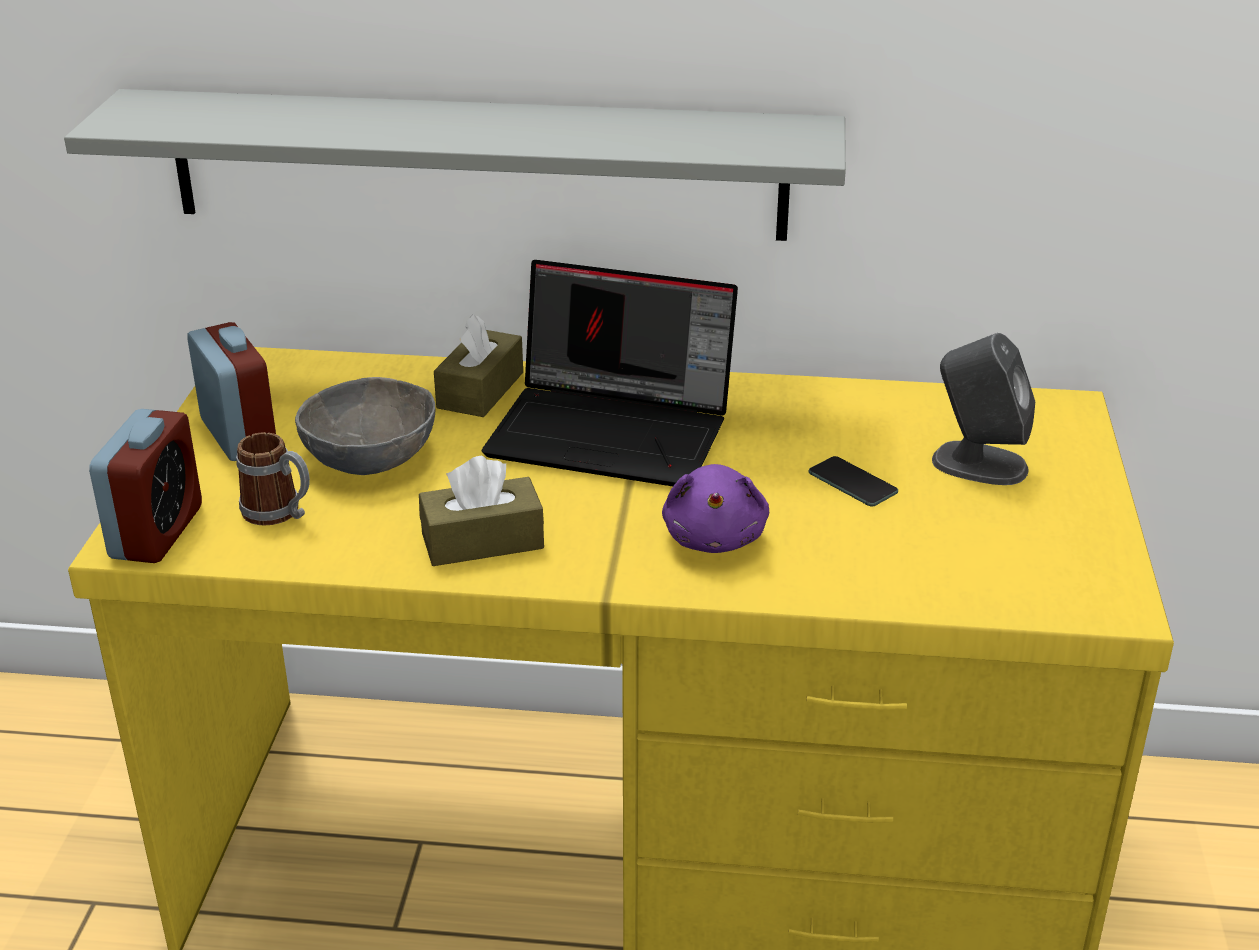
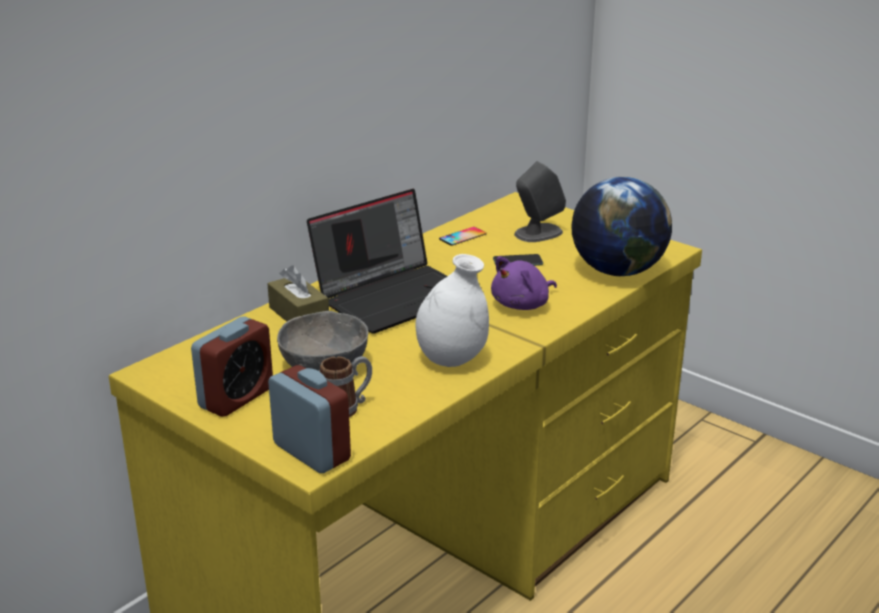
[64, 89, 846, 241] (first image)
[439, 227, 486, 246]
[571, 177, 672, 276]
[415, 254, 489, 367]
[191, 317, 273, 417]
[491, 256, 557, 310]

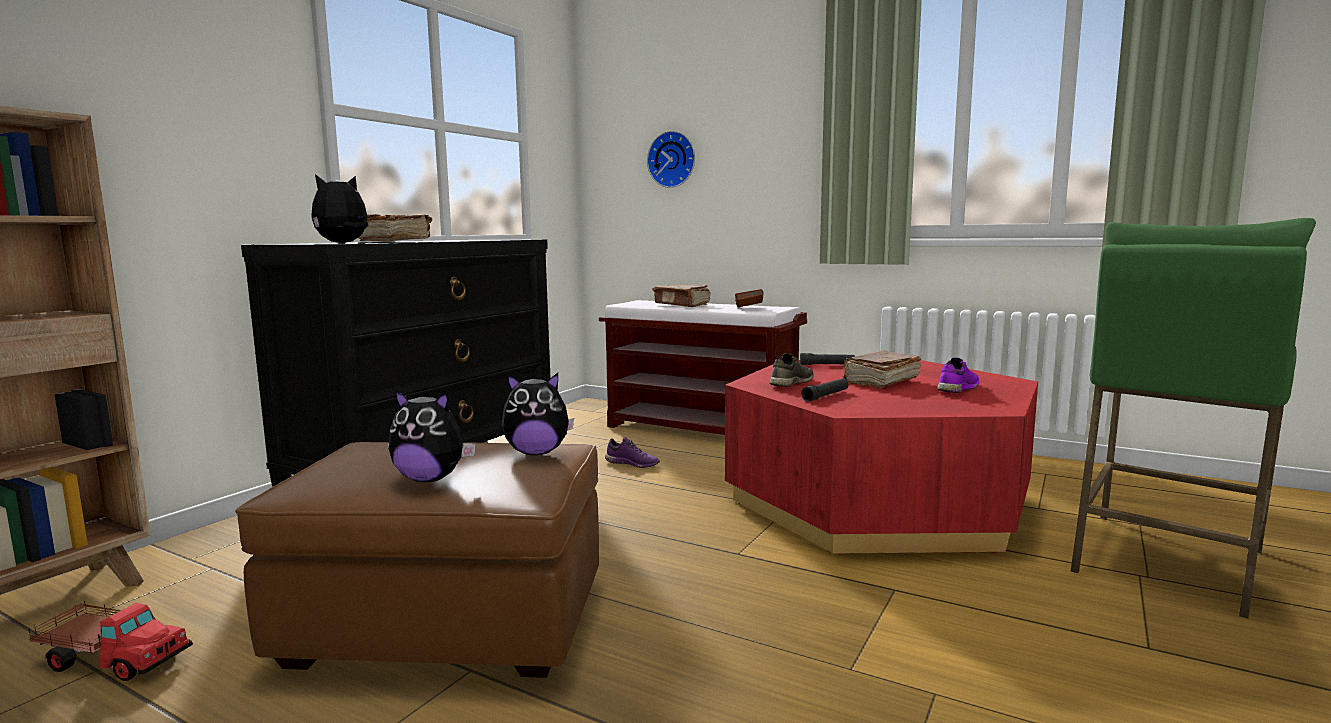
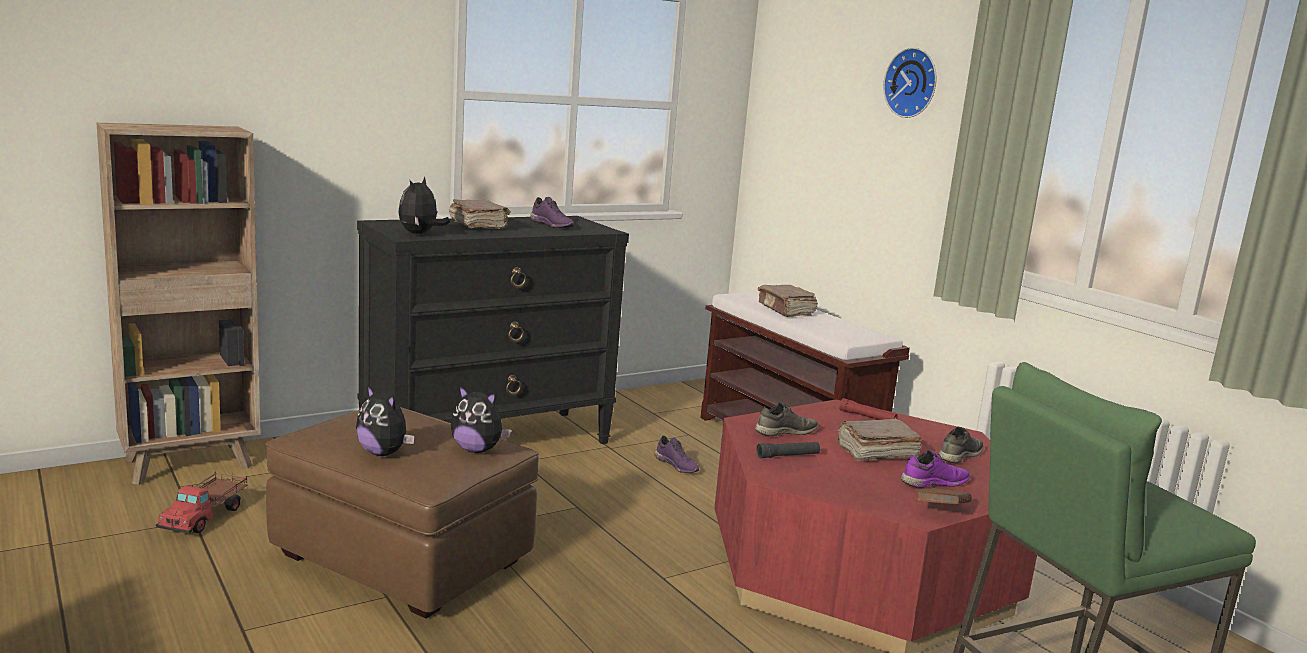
[530, 197, 575, 228]
[938, 427, 983, 463]
[883, 47, 937, 118]
[916, 488, 972, 504]
[839, 398, 897, 420]
[156, 473, 248, 534]
[398, 177, 450, 234]

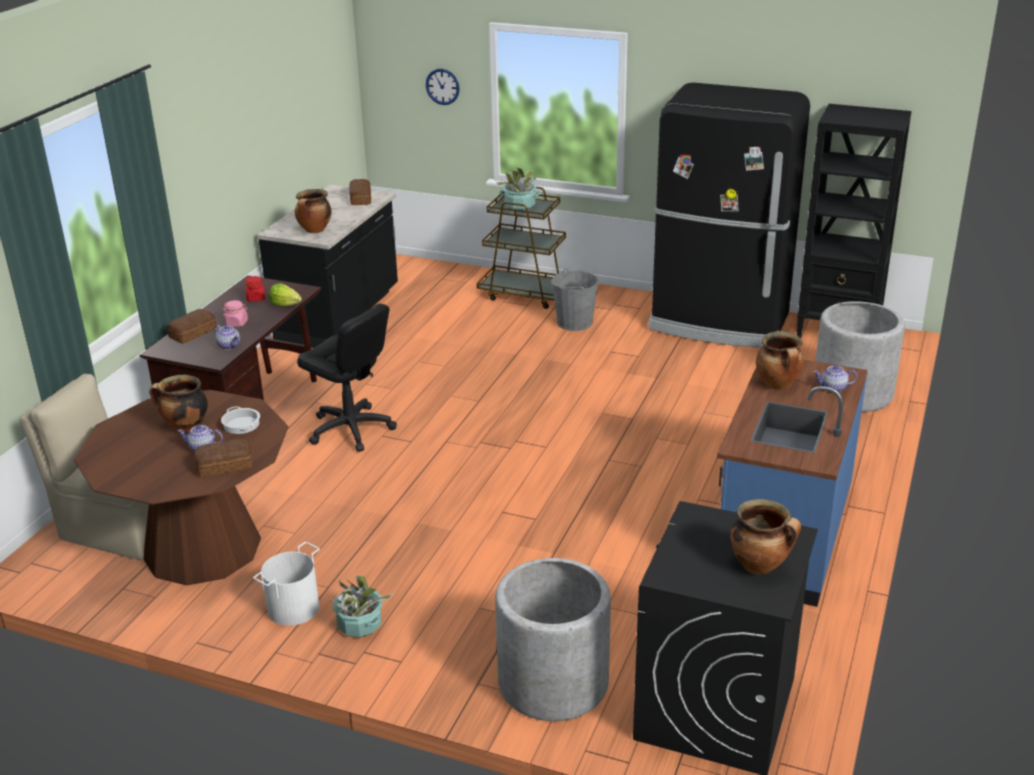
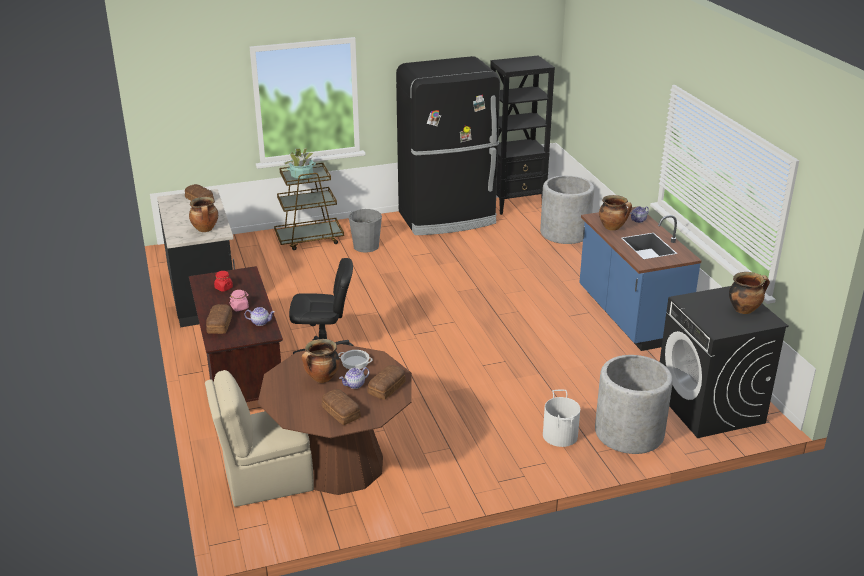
[269, 283, 302, 306] (first image)
[332, 575, 395, 638] (first image)
[426, 69, 460, 105] (first image)
[322, 389, 361, 425]
[543, 390, 580, 447]

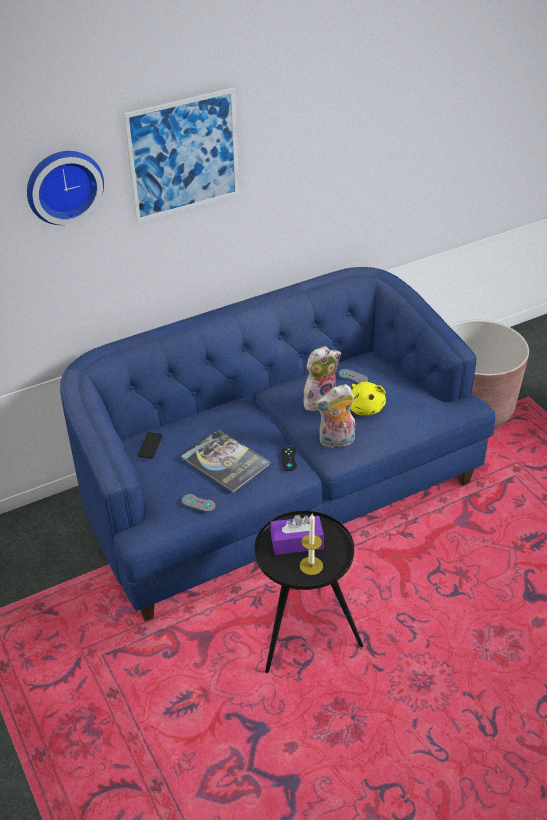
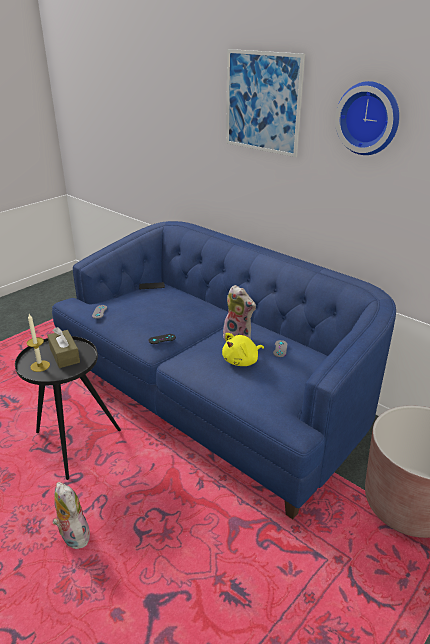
[181, 430, 271, 493] (first image)
[335, 81, 399, 155]
[53, 482, 90, 549]
[47, 327, 80, 368]

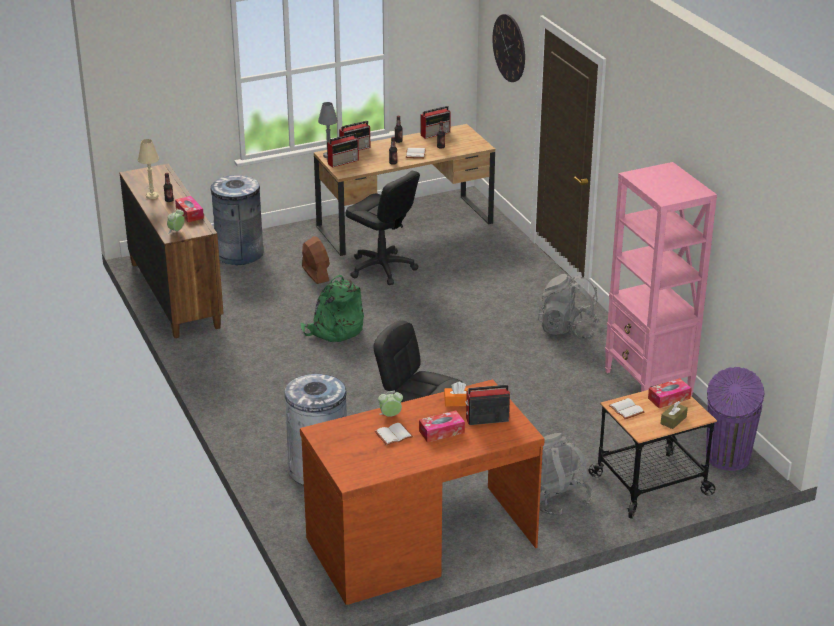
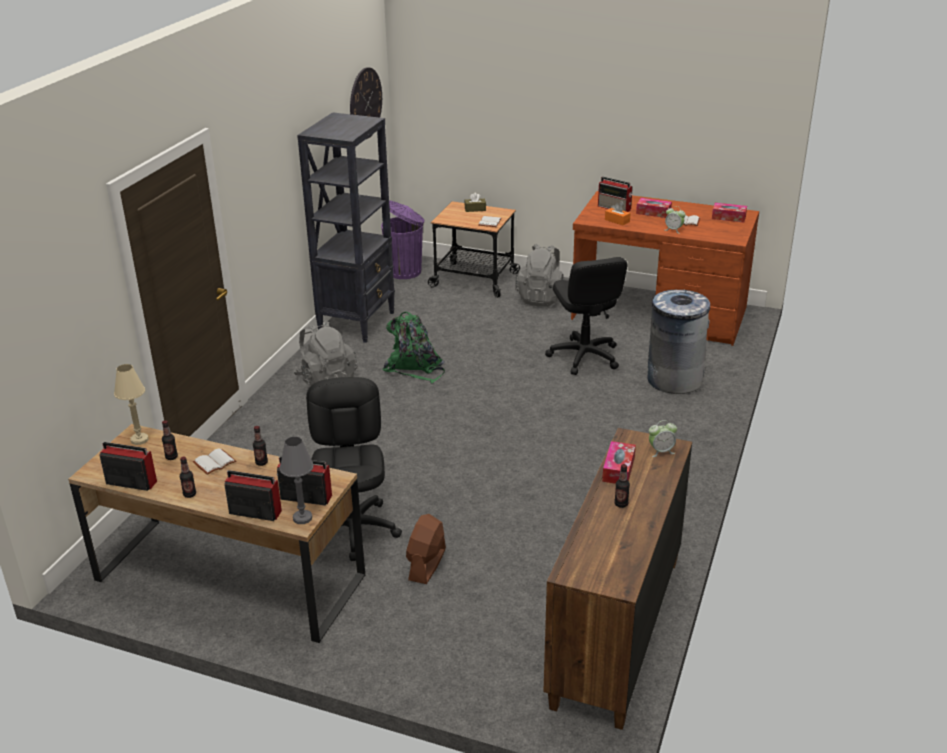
[210, 175, 263, 265] (first image)
[114, 364, 148, 445]
[383, 312, 445, 383]
[350, 67, 382, 139]
[712, 203, 747, 222]
[297, 112, 395, 343]

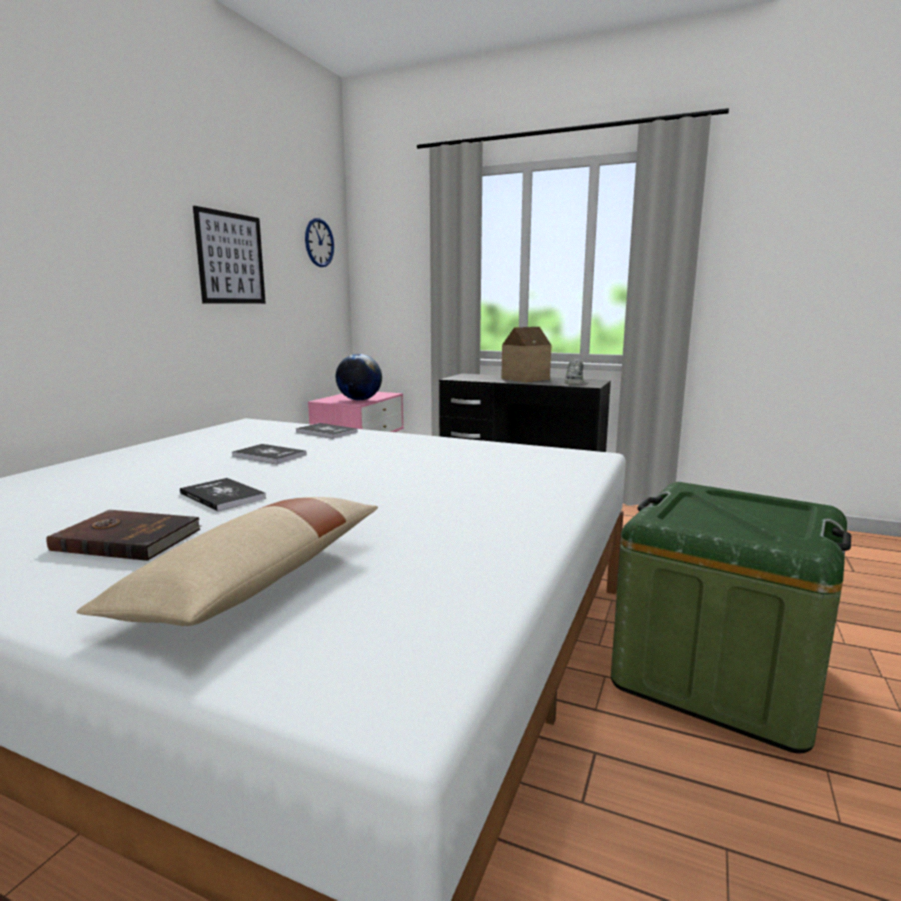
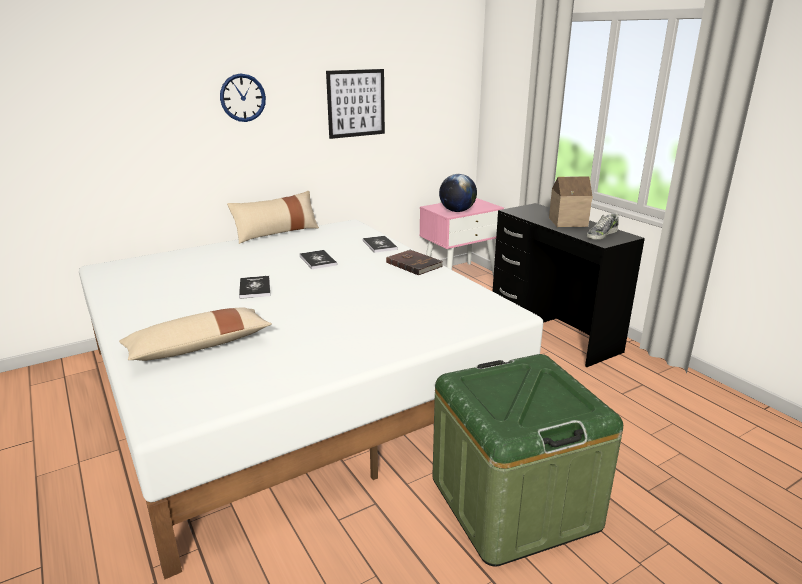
[227, 191, 319, 244]
[386, 250, 443, 275]
[220, 73, 266, 122]

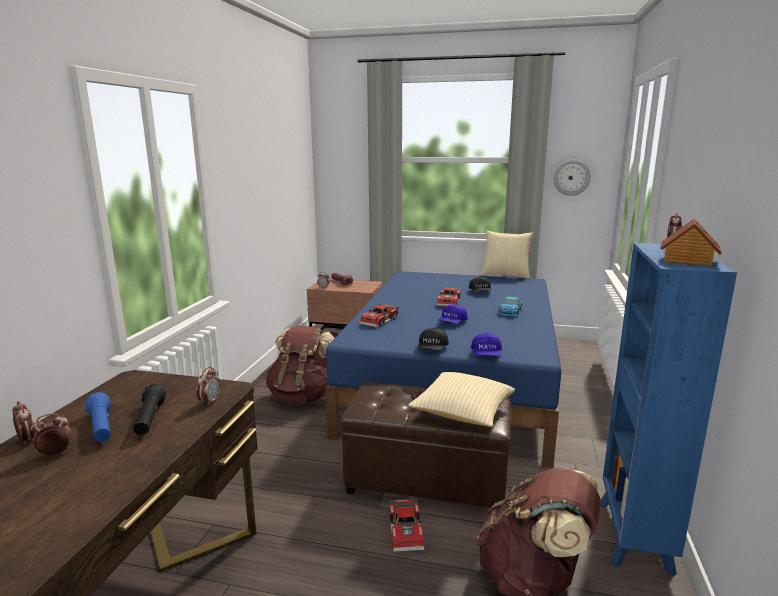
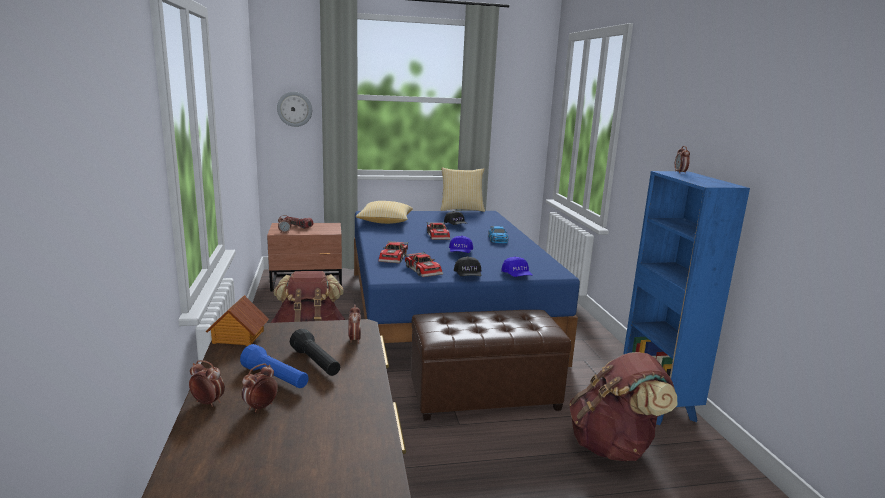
[404, 252, 443, 277]
[356, 201, 413, 224]
[277, 92, 312, 127]
[206, 295, 269, 346]

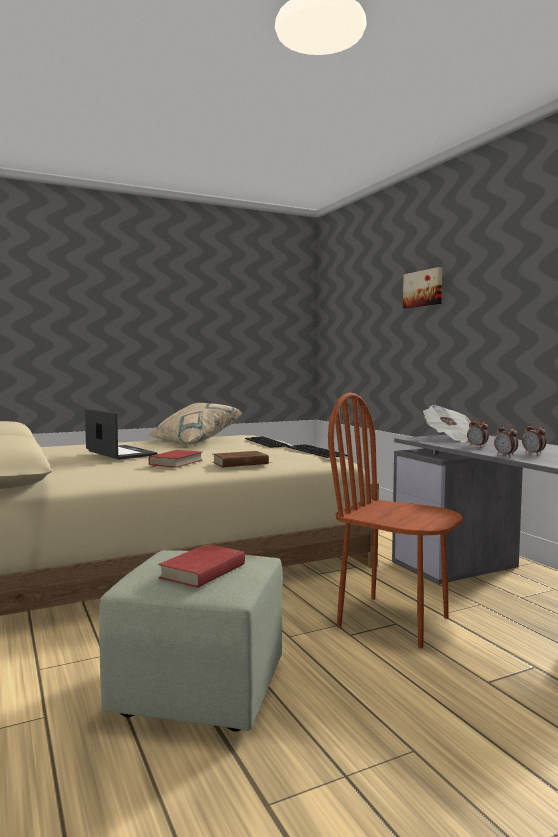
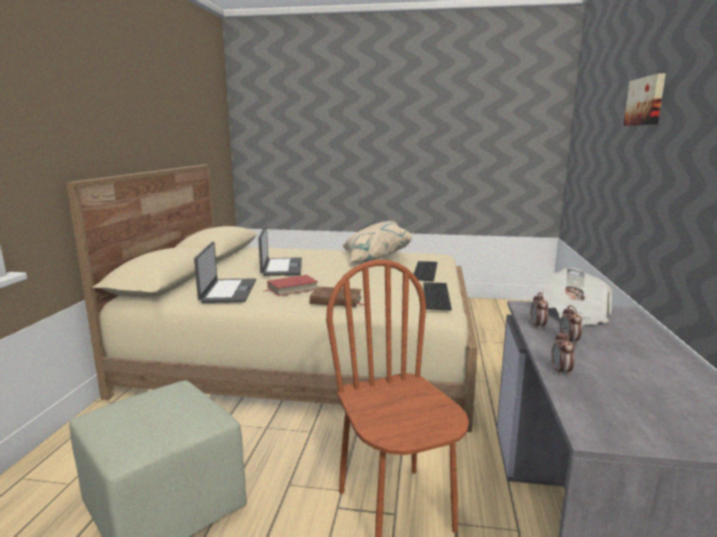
[158, 544, 245, 588] (first image)
[194, 242, 256, 303]
[531, 292, 548, 329]

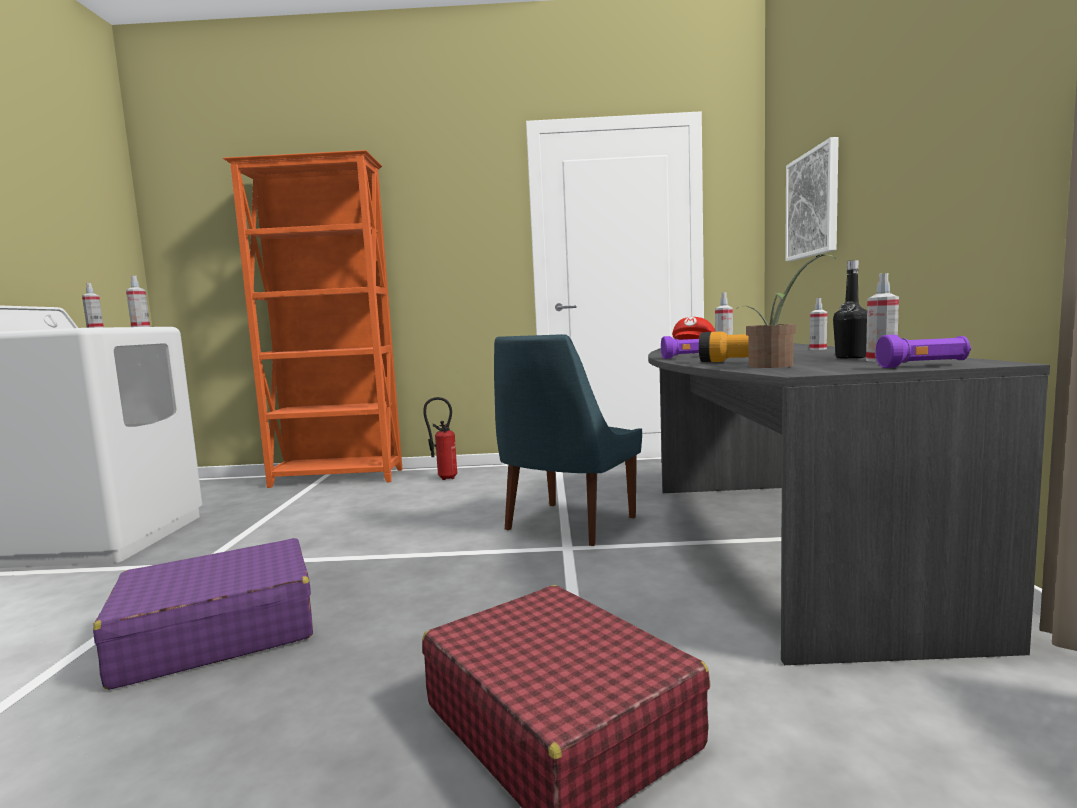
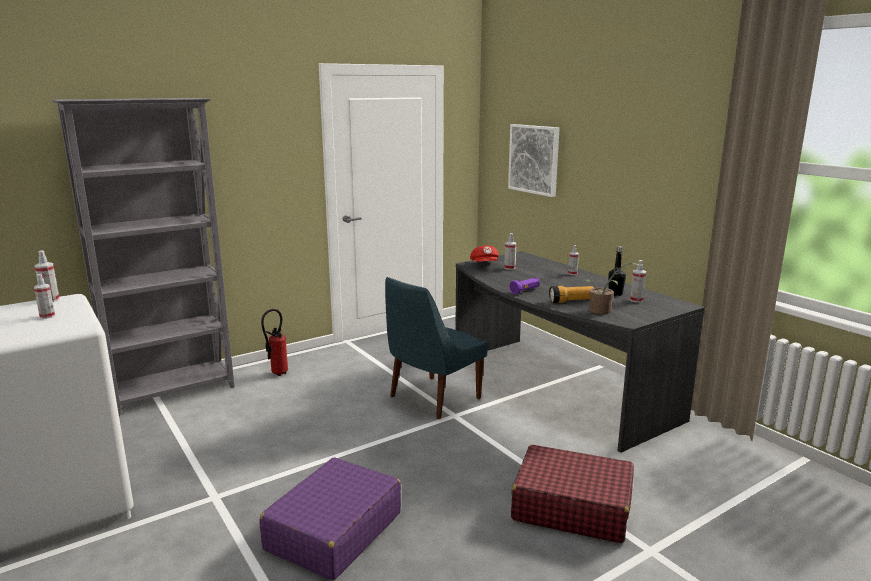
[876, 335, 971, 368] (first image)
[51, 98, 235, 416]
[385, 277, 488, 419]

